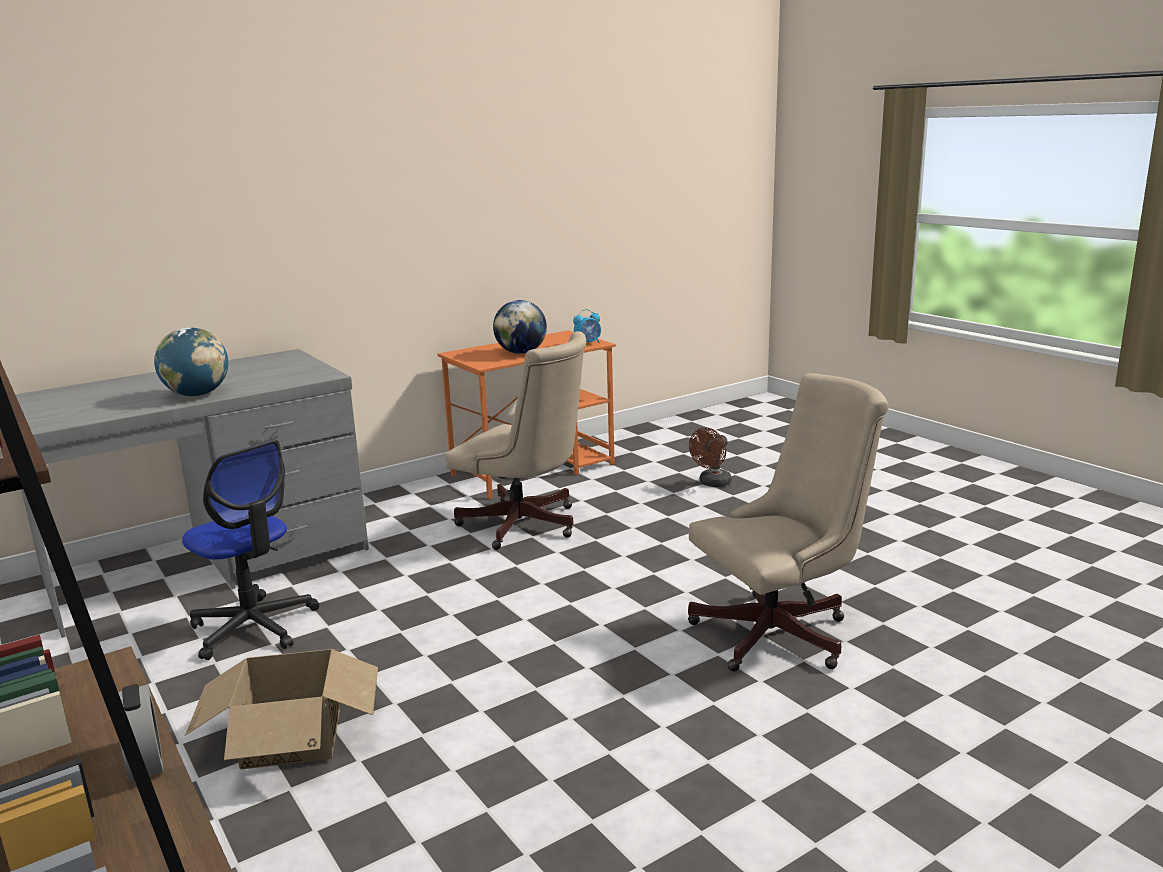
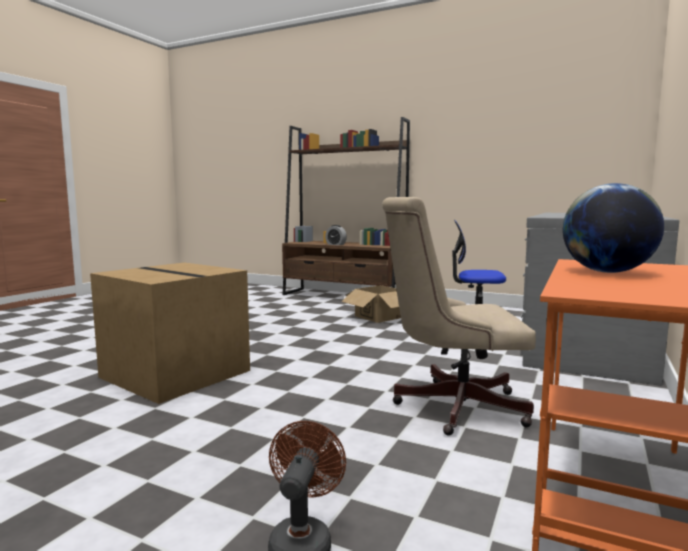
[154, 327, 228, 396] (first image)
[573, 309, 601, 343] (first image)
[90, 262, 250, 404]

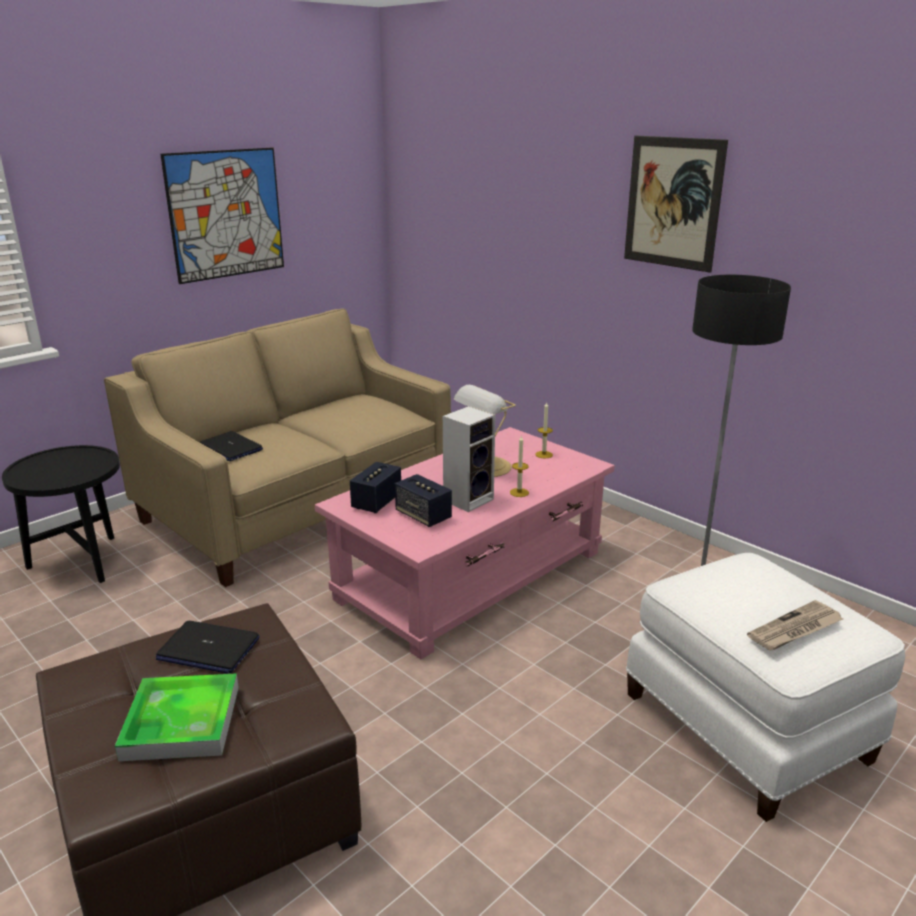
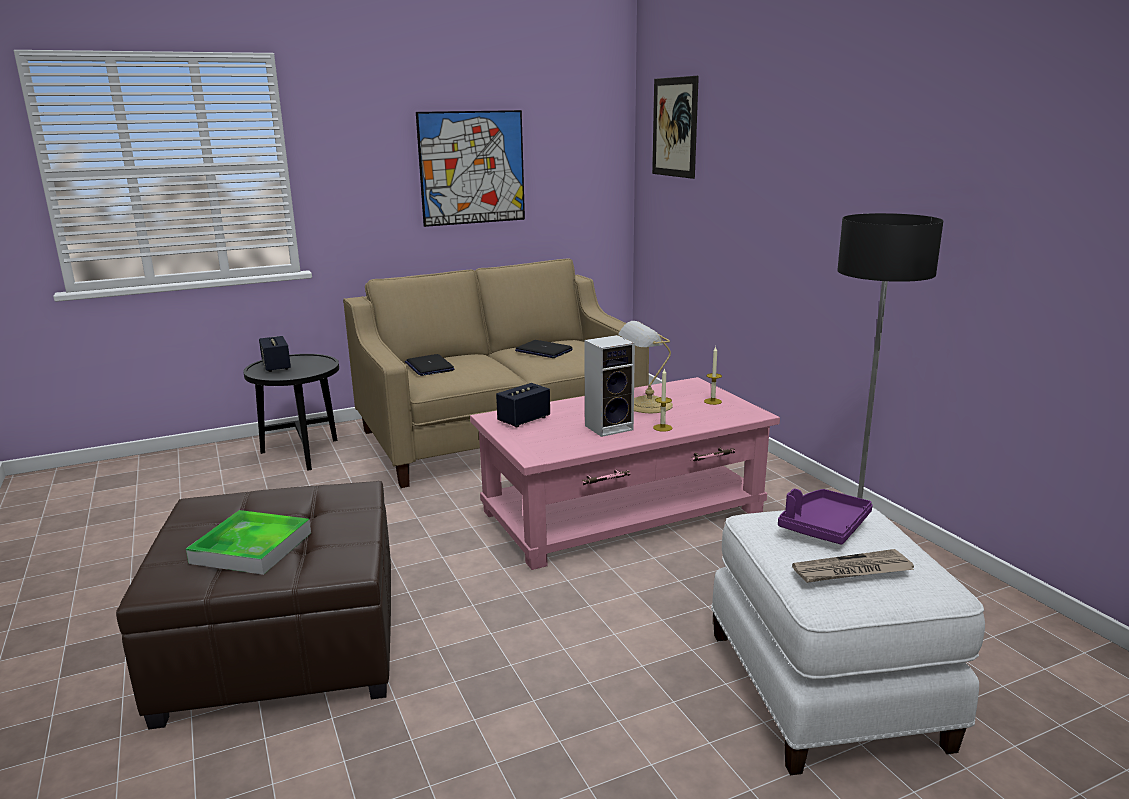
[778, 489, 873, 545]
[515, 340, 573, 358]
[259, 336, 291, 372]
[652, 76, 699, 179]

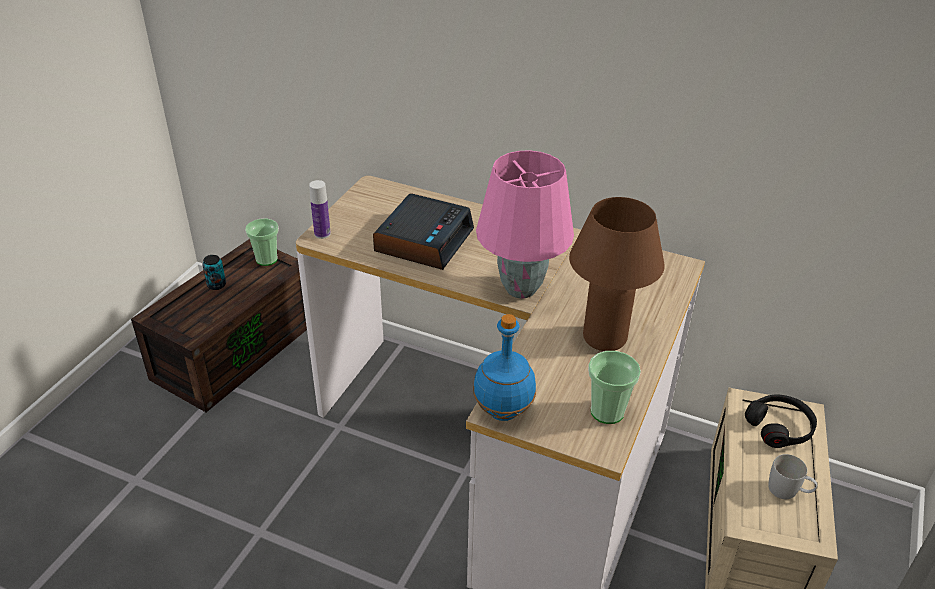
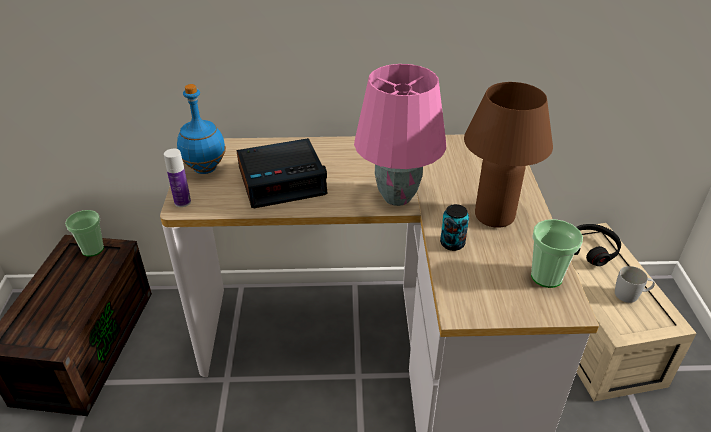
[440, 204, 469, 251]
[177, 84, 226, 174]
[237, 138, 328, 208]

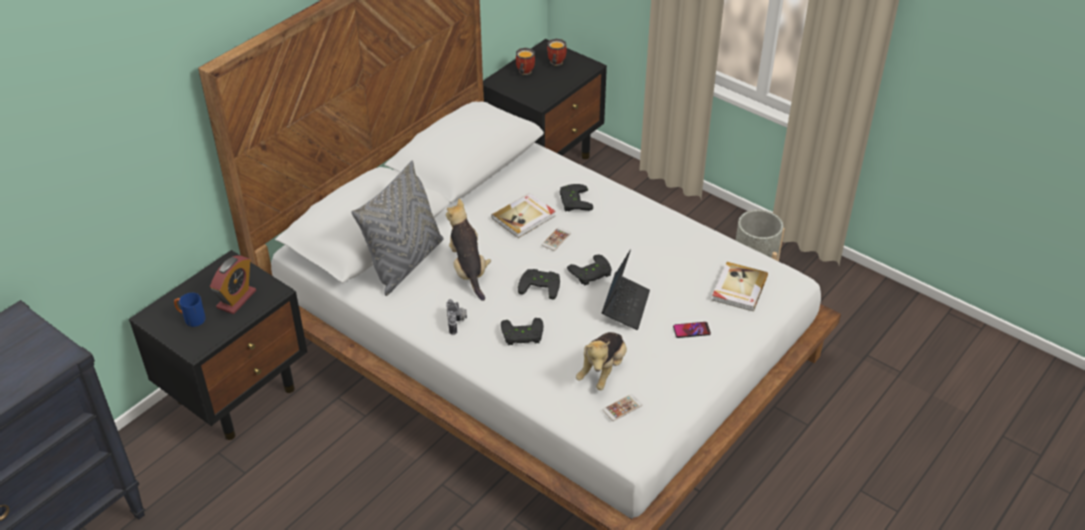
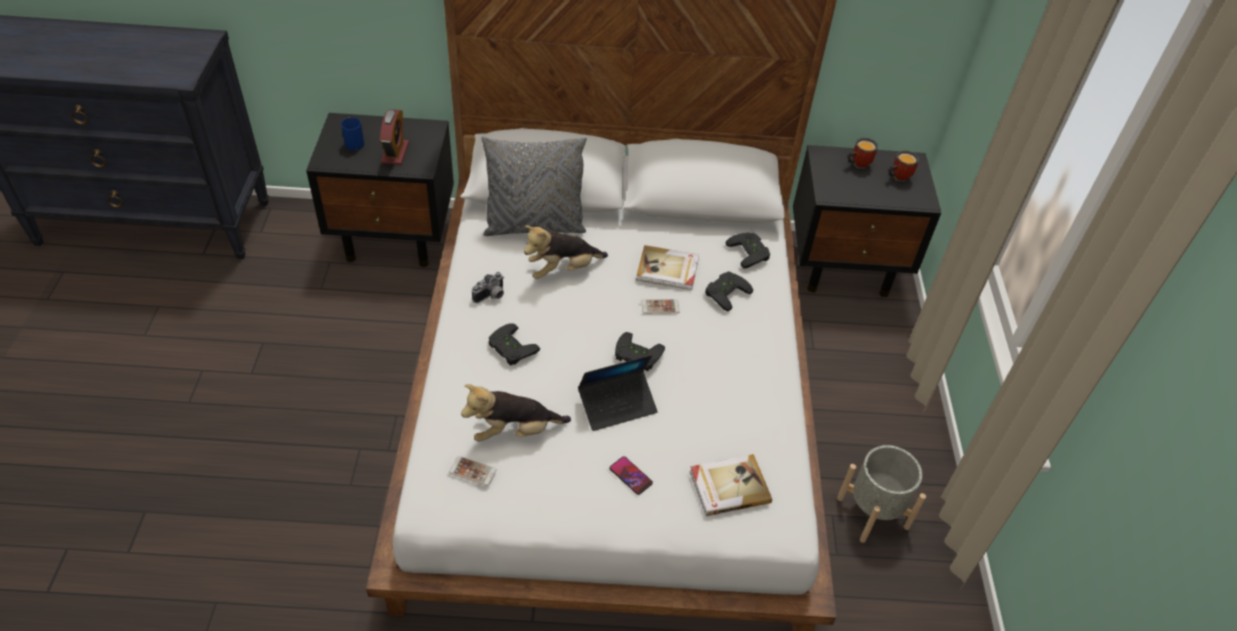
[726, 233, 770, 268]
[380, 109, 409, 165]
[524, 225, 608, 279]

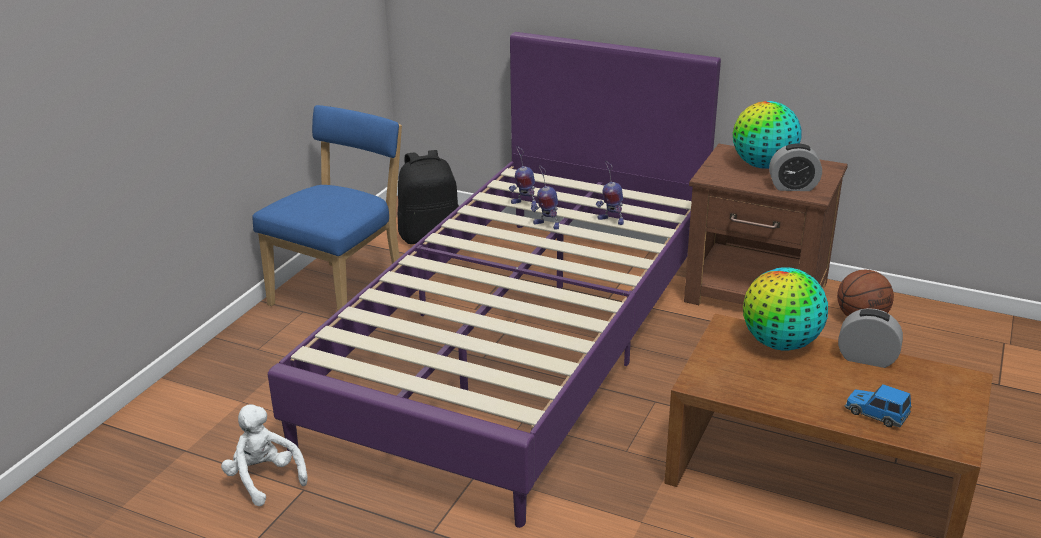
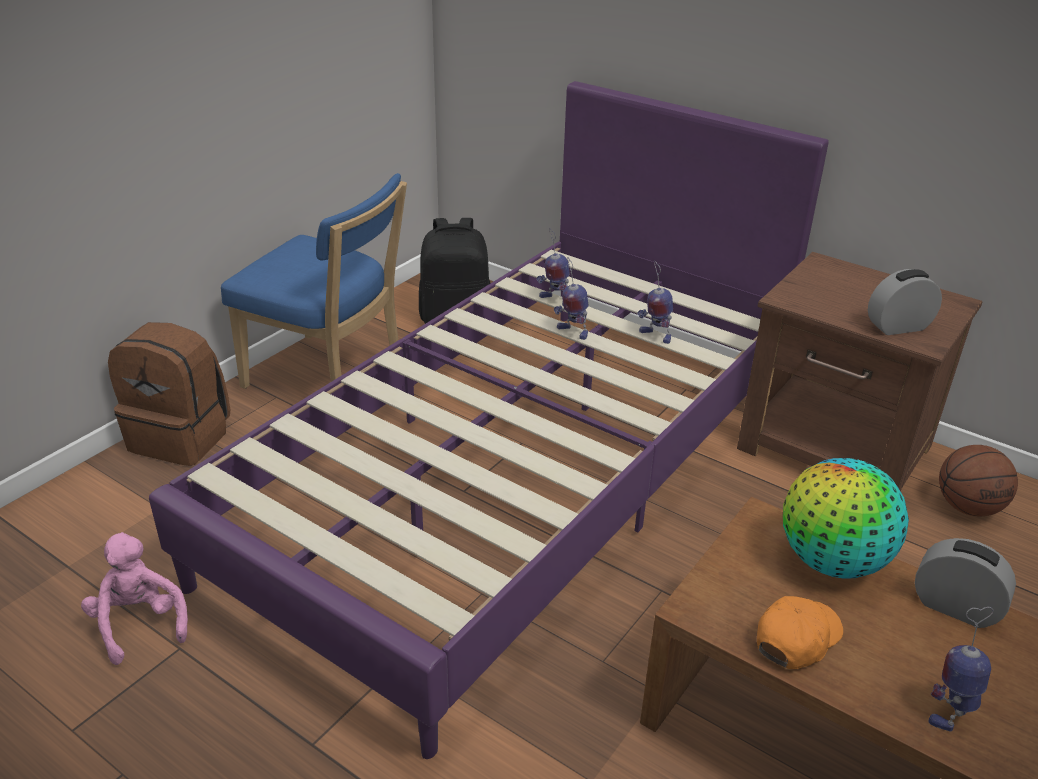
[733, 101, 802, 169] (first image)
[108, 322, 230, 466]
[757, 596, 843, 669]
[928, 607, 993, 732]
[81, 532, 188, 665]
[221, 173, 407, 389]
[868, 269, 942, 335]

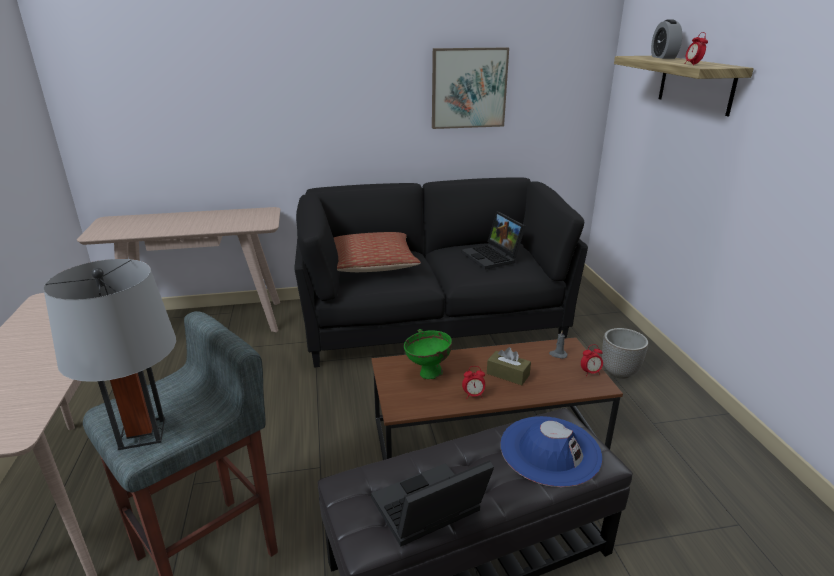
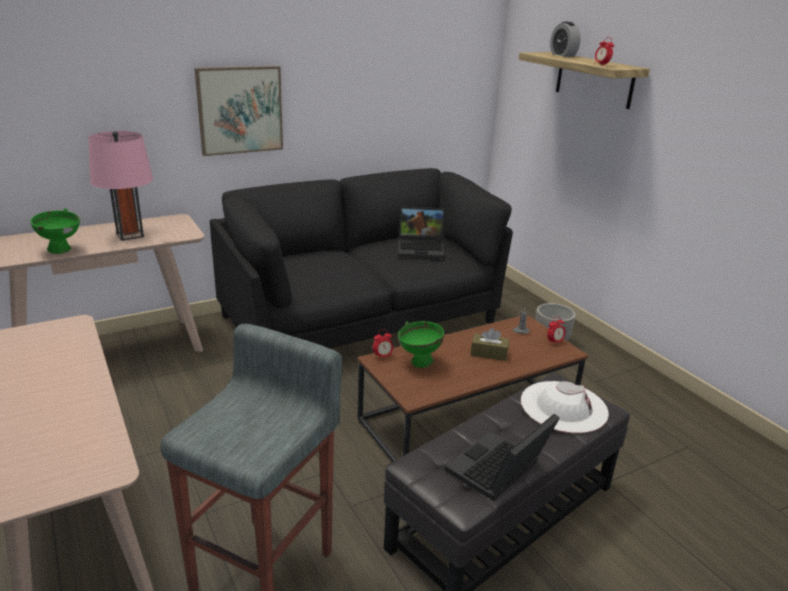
[43, 259, 176, 450] (first image)
[334, 232, 421, 272] (first image)
[31, 208, 80, 254]
[88, 131, 153, 241]
[195, 66, 283, 156]
[373, 329, 393, 360]
[521, 381, 609, 433]
[398, 206, 445, 259]

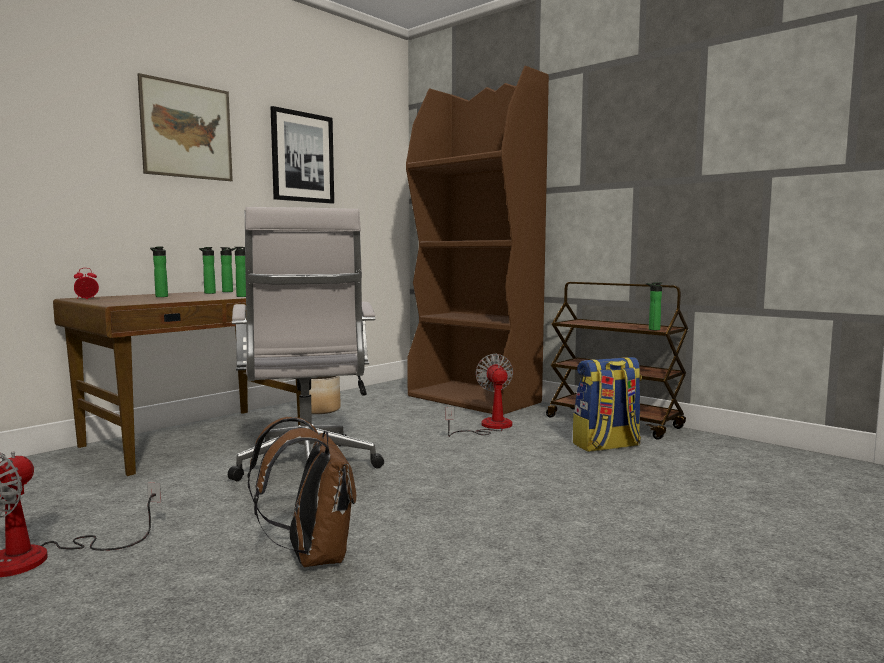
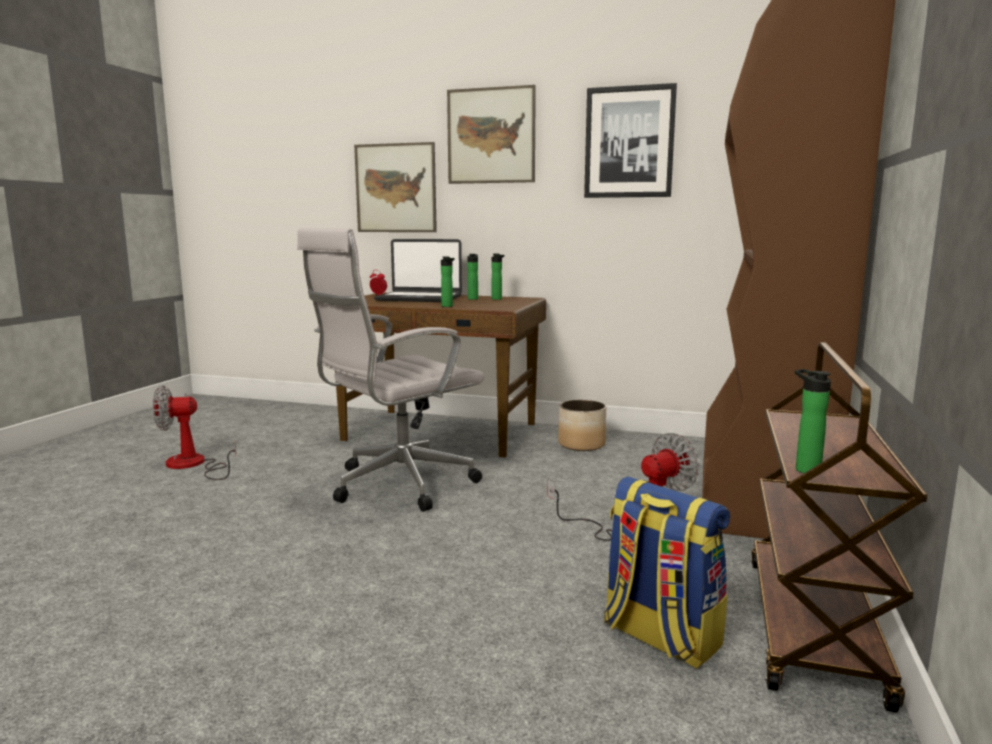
[247, 417, 356, 567] (first image)
[354, 142, 437, 232]
[374, 239, 462, 302]

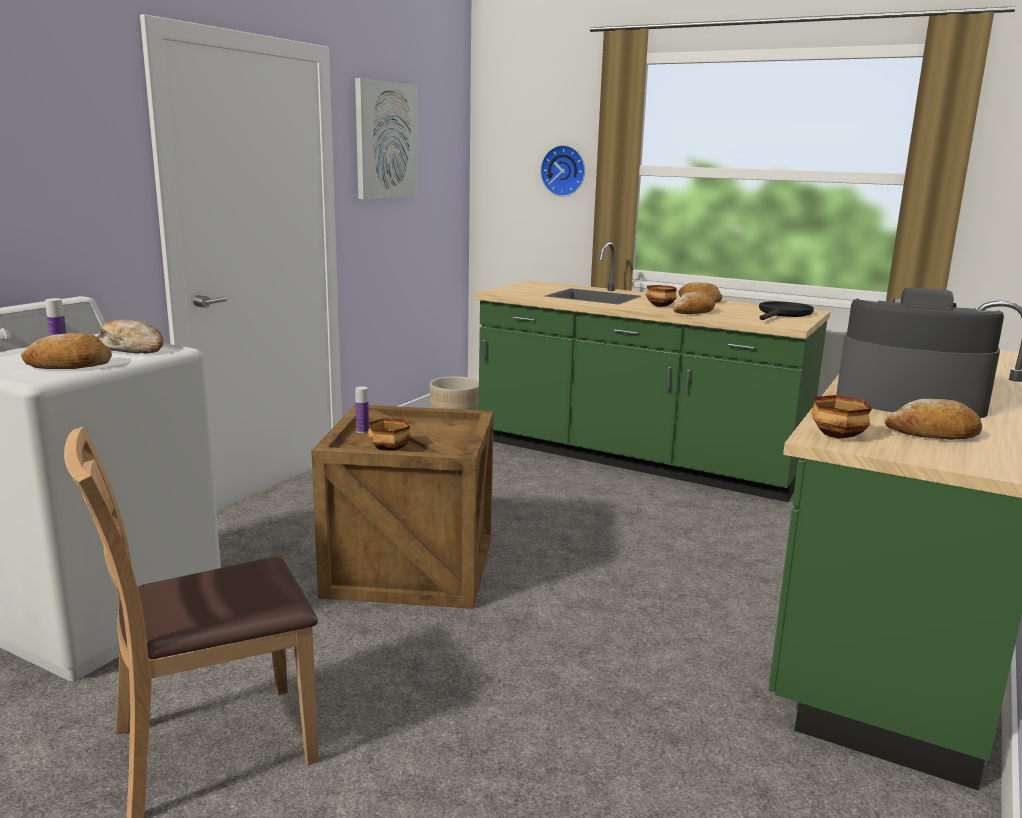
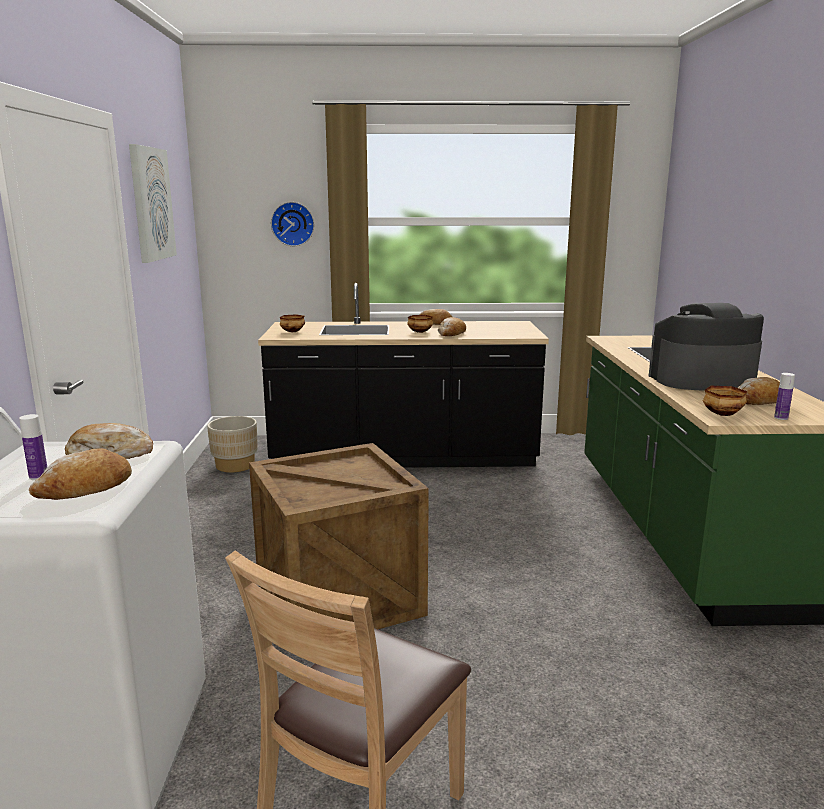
[759, 301, 814, 320] (first image)
[774, 373, 795, 420]
[280, 314, 305, 332]
[258, 283, 549, 468]

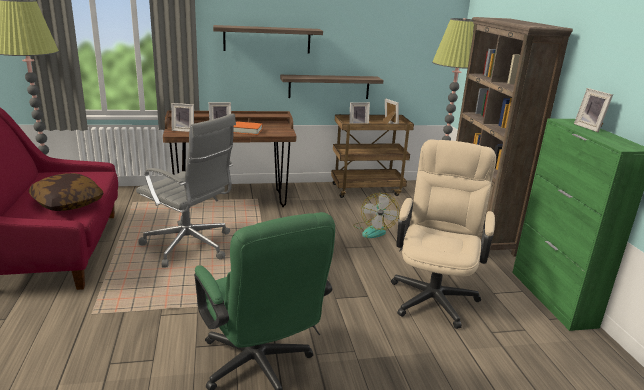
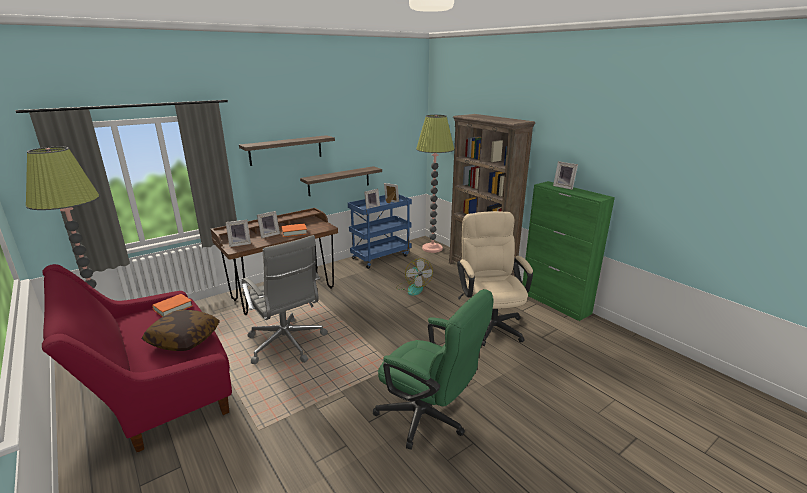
[152, 294, 192, 317]
[348, 195, 412, 269]
[242, 235, 328, 364]

